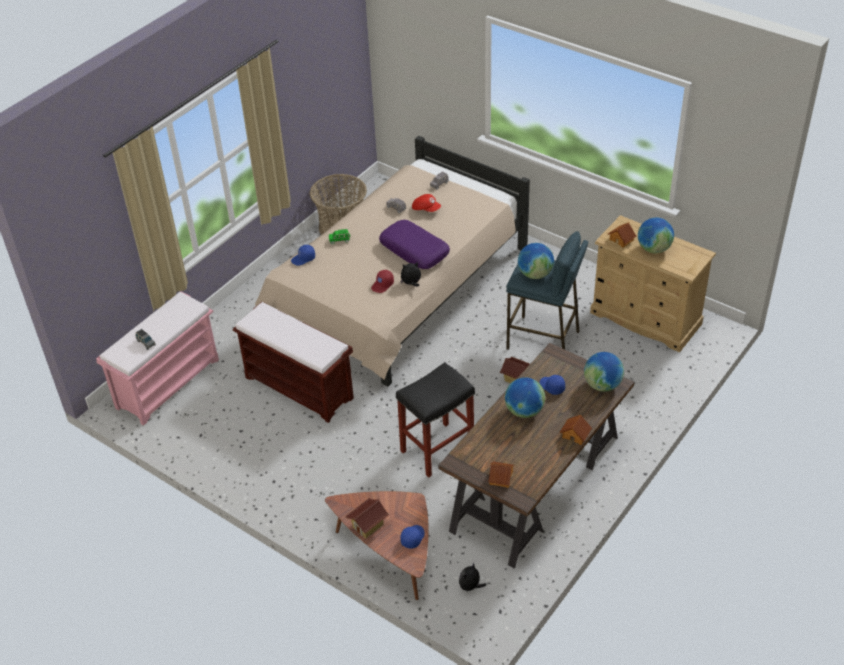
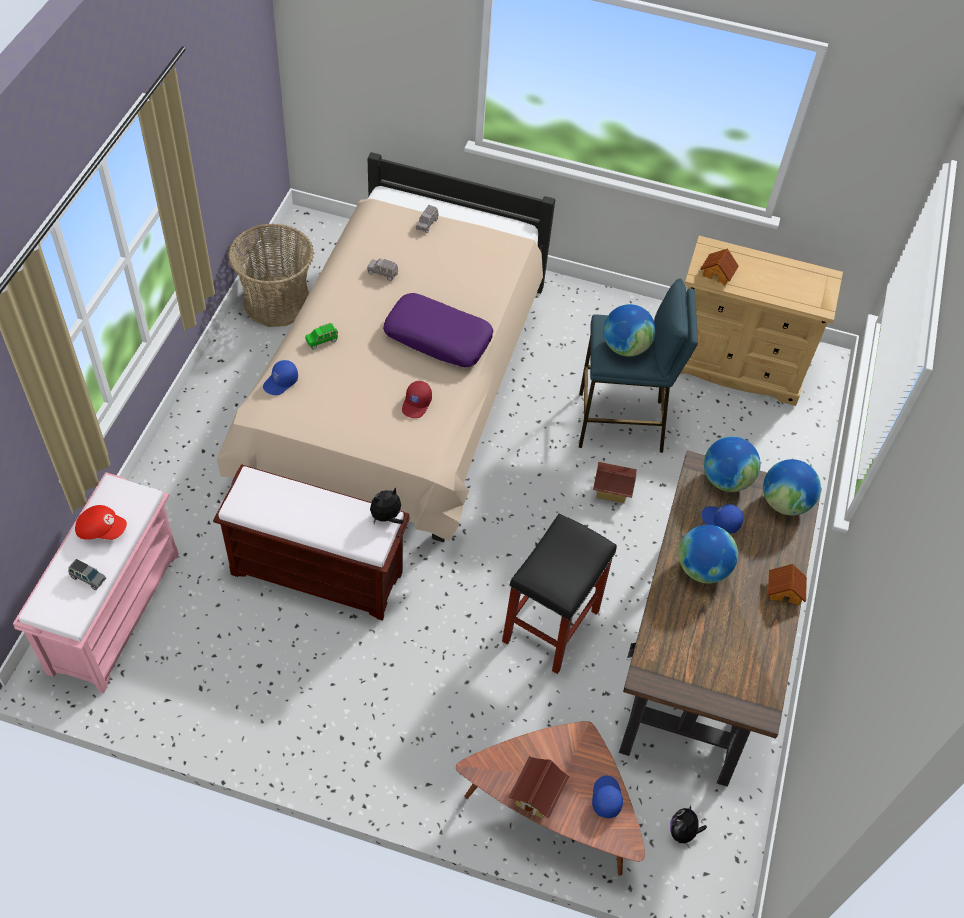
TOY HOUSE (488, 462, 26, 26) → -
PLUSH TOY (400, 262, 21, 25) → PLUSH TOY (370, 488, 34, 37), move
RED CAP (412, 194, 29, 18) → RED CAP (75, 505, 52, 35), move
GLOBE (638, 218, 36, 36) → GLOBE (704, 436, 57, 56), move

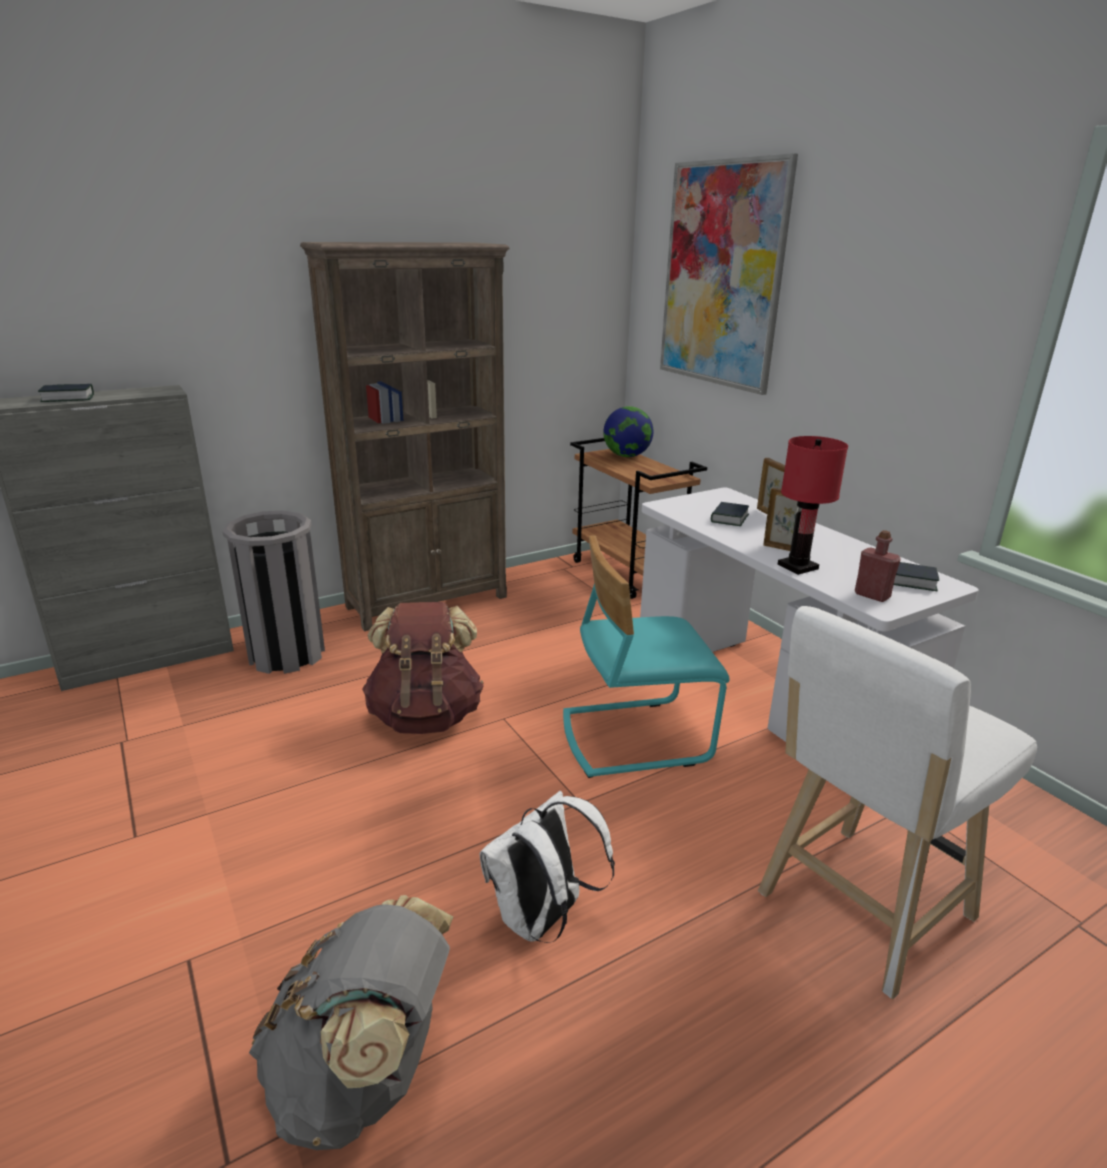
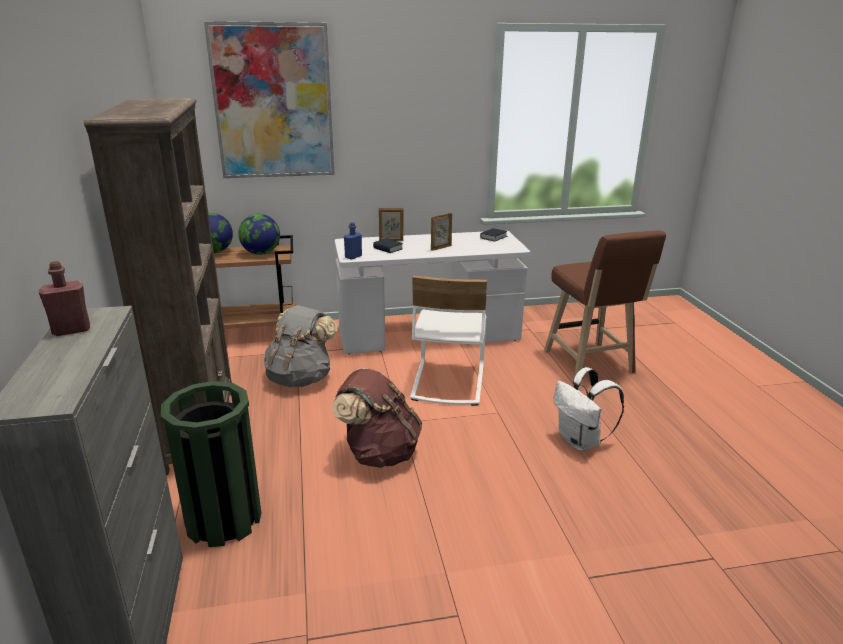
BOOK (38, 384, 56, 18) → -
RED TABLE LAMP (778, 436, 70, 139) → -
- → GLOBE (238, 214, 42, 41)
- → BLUE BOTTLE (344, 222, 18, 37)
GREY BACKPACK (249, 895, 205, 255) → GREY BACKPACK (264, 305, 73, 82), move
RED BOTTLE (855, 530, 46, 72) → RED BOTTLE (39, 261, 51, 75), move
GREY TRASH CAN (222, 511, 103, 163) → GREEN TRASH CAN (161, 381, 100, 166)
TURQUOISE CHAIR (563, 535, 167, 243) → WHITE CHAIR (410, 275, 77, 131)
WHITE STOOL (758, 606, 279, 393) → BROWN STOOL (544, 231, 122, 145)

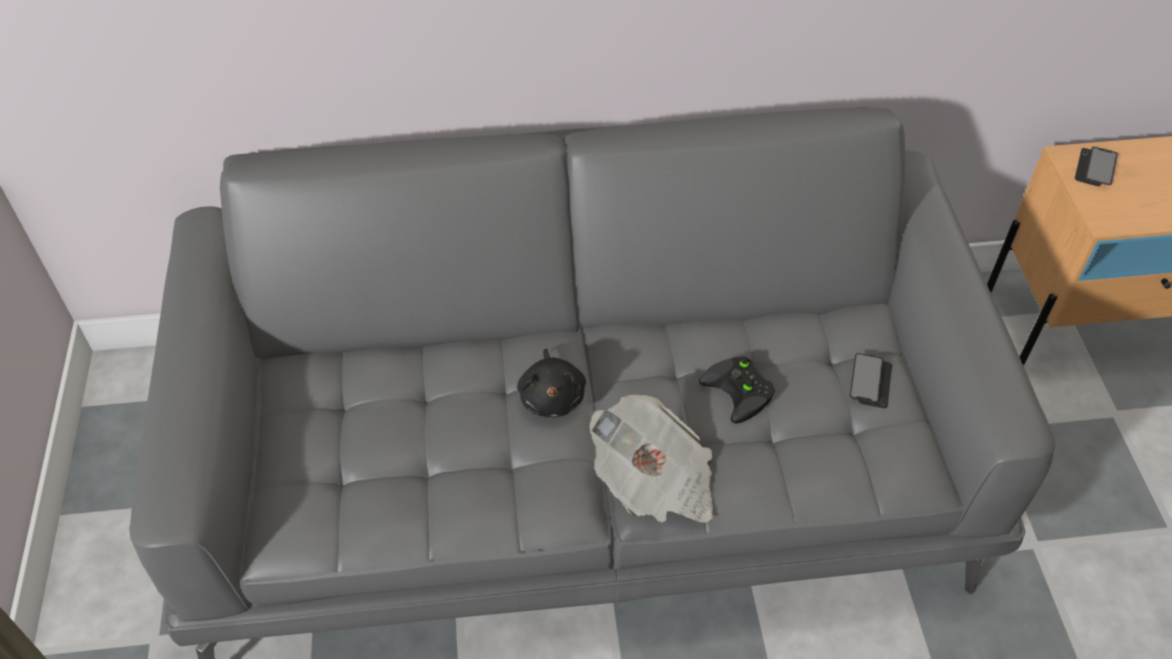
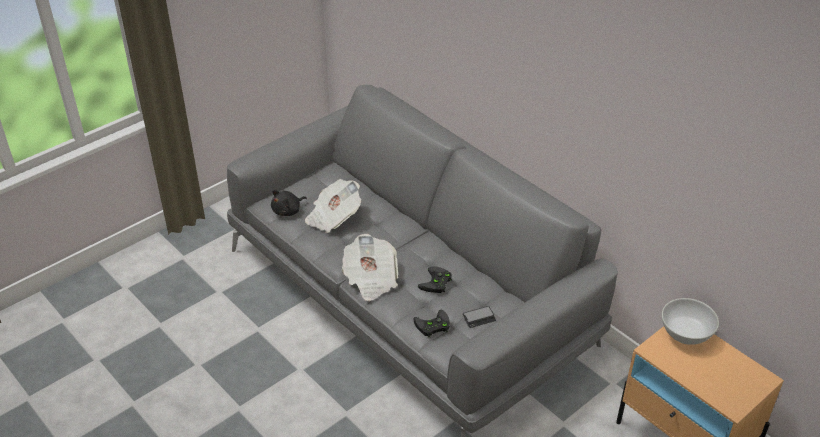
- → NEWSPAPER (305, 179, 56, 54)
- → BLACK GAME CONTROLLER (414, 310, 36, 27)
BLACK PLUSH TOY (517, 349, 69, 69) → BLACK PLUSH TOY (271, 190, 36, 26), move
PHONE (1075, 147, 43, 39) → WHITE BOWL (662, 298, 57, 47)

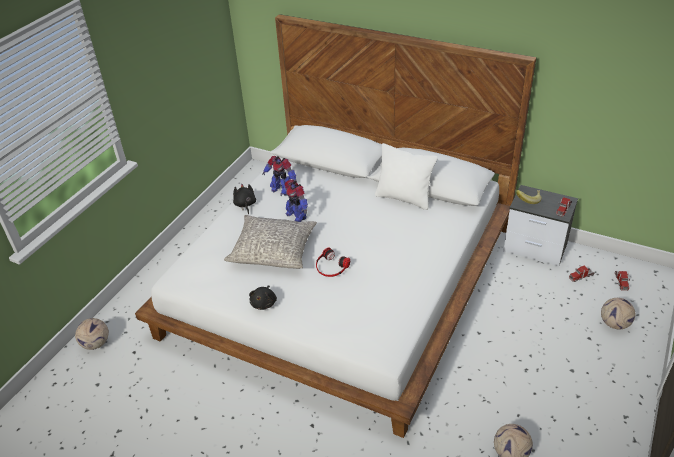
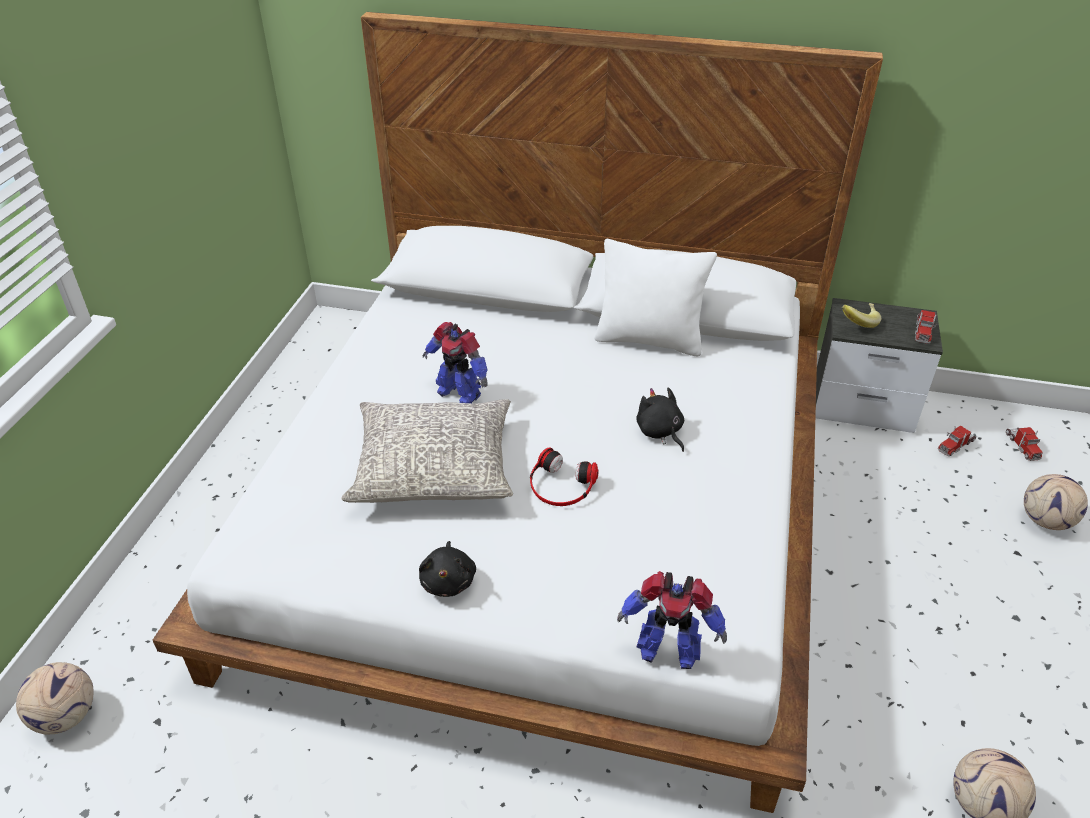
BLACK PLUSH TOY (233, 184, 23, 30) → BLACK PLUSH TOY (636, 387, 48, 65), move
TOY ROBOT (262, 156, 35, 40) → TOY ROBOT (617, 571, 110, 98), move

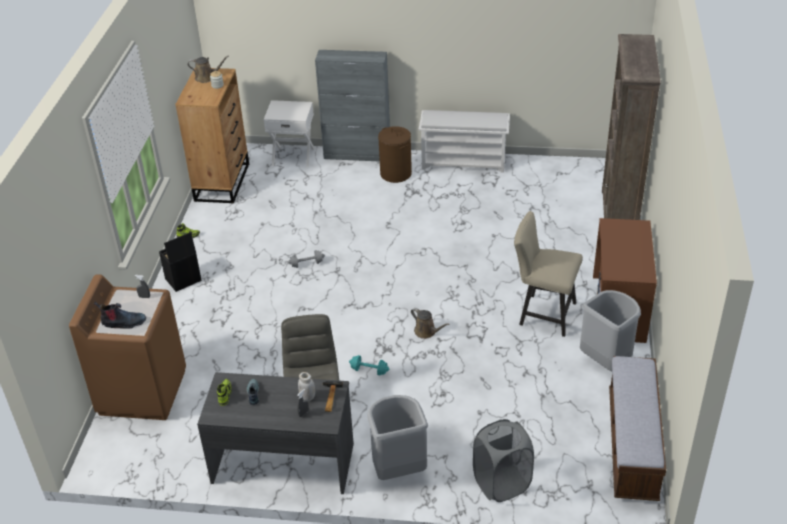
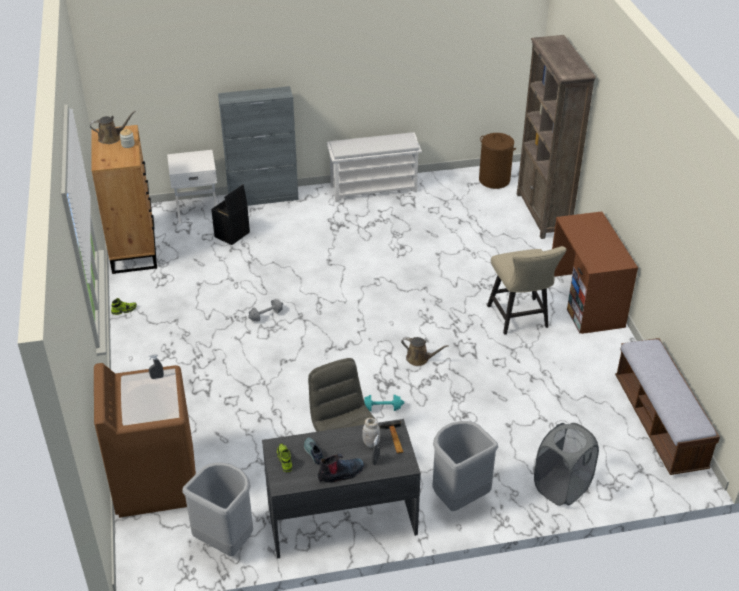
BOOT (94, 302, 52, 27) → BOOT (315, 454, 49, 28), move
BLACK STORAGE BOX (159, 232, 43, 60) → BLACK STORAGE BOX (211, 184, 39, 61), move
BROWN LAUNDRY BASKET (378, 126, 34, 57) → BROWN LAUNDRY BASKET (479, 133, 37, 56), move
GREY TRASH CAN (580, 290, 61, 81) → GREY TRASH CAN (182, 462, 71, 94), move
BEIGE CHAIR (514, 211, 69, 126) → BEIGE CHAIR (487, 246, 80, 89), 105 degrees counterclockwise

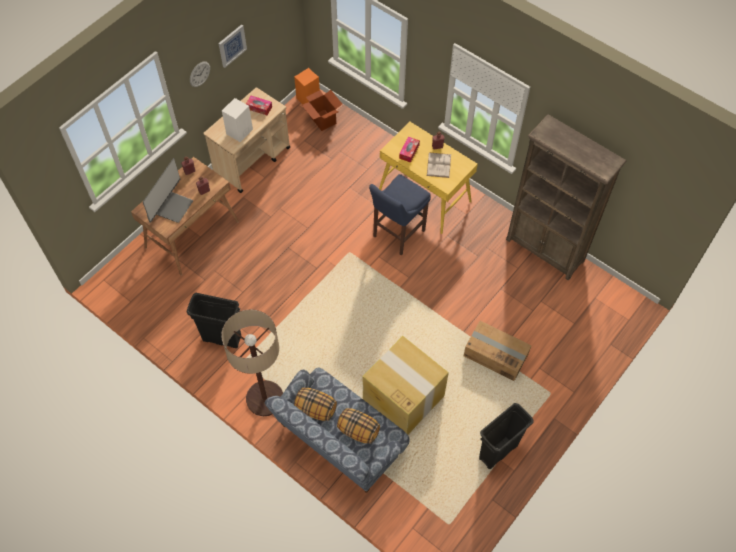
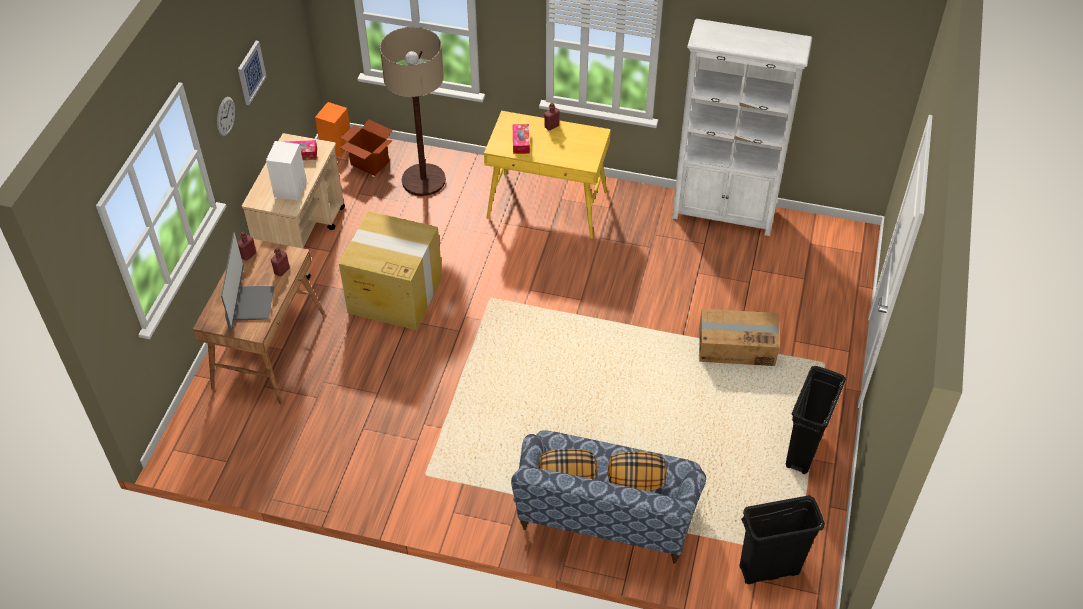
BLUE STOOL (369, 174, 62, 82) → -
WHITE BOOK (427, 152, 24, 26) → -
BLACK TRASH CAN (186, 293, 55, 55) → BLACK TRASH CAN (739, 495, 86, 89), move
FLOOR LAMP (221, 310, 62, 106) → FLOOR LAMP (380, 27, 66, 169), move
CARDBOARD BOX (363, 336, 86, 98) → CARDBOARD BOX (339, 211, 103, 119), move
BROWN BOOKCASE (506, 115, 120, 166) → WHITE BOOKCASE (672, 19, 140, 217)

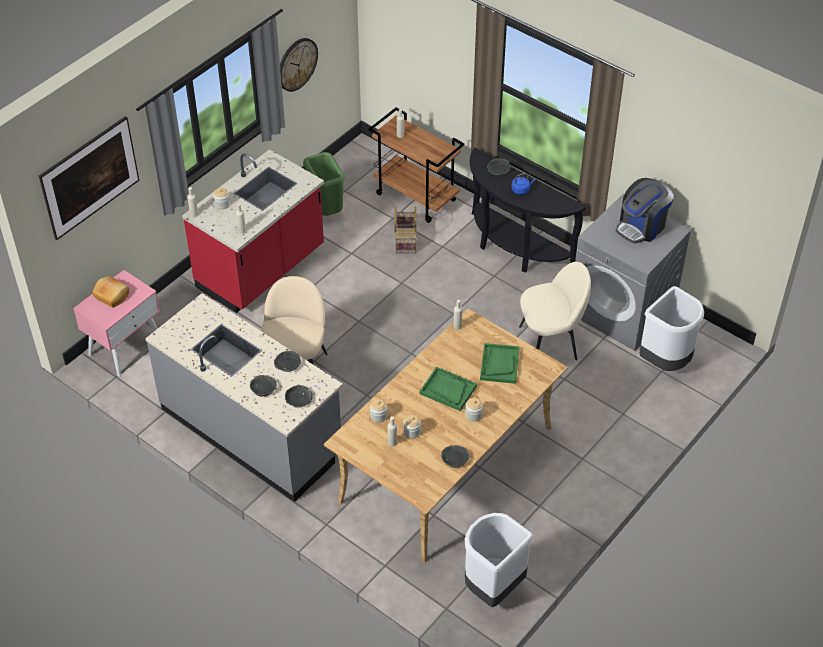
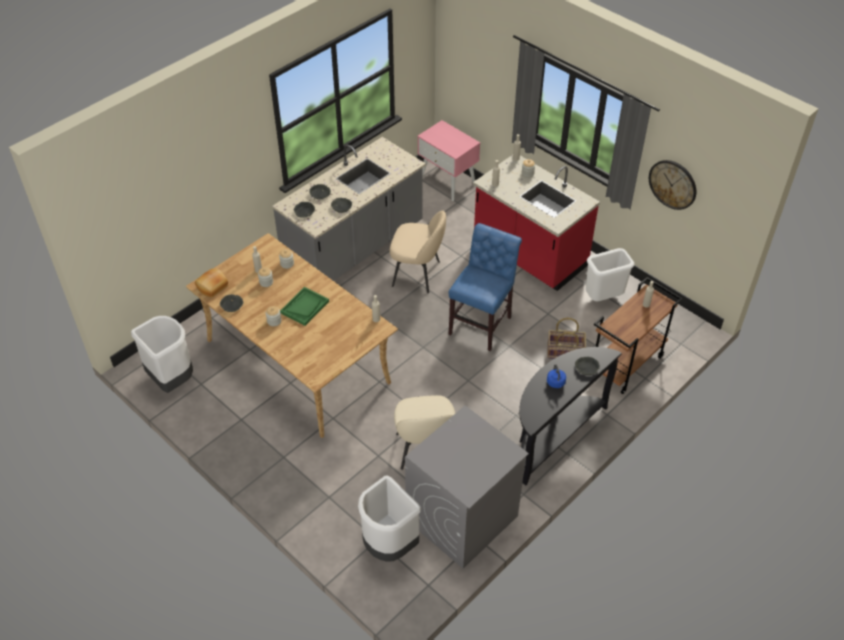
PICTURE (39, 116, 100, 124) → -
GREEN TRAY (480, 343, 40, 41) → -
COFFEE MACHINE (616, 178, 58, 65) → -
- → BLUE CHAIR (449, 223, 73, 128)
BREAD (93, 276, 36, 32) → BREAD (195, 269, 33, 28), move
GREEN TRASH CAN (303, 152, 42, 64) → WHITE TRASH CAN (586, 248, 48, 53)

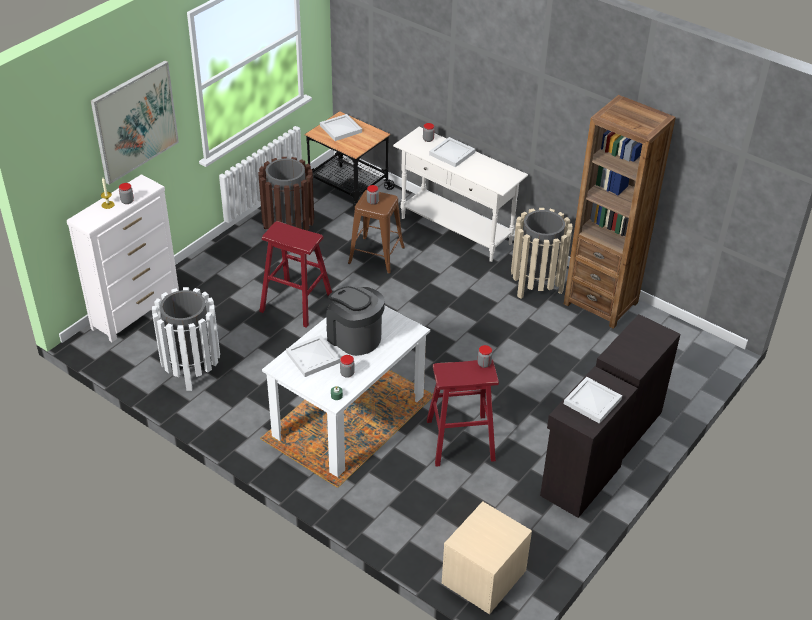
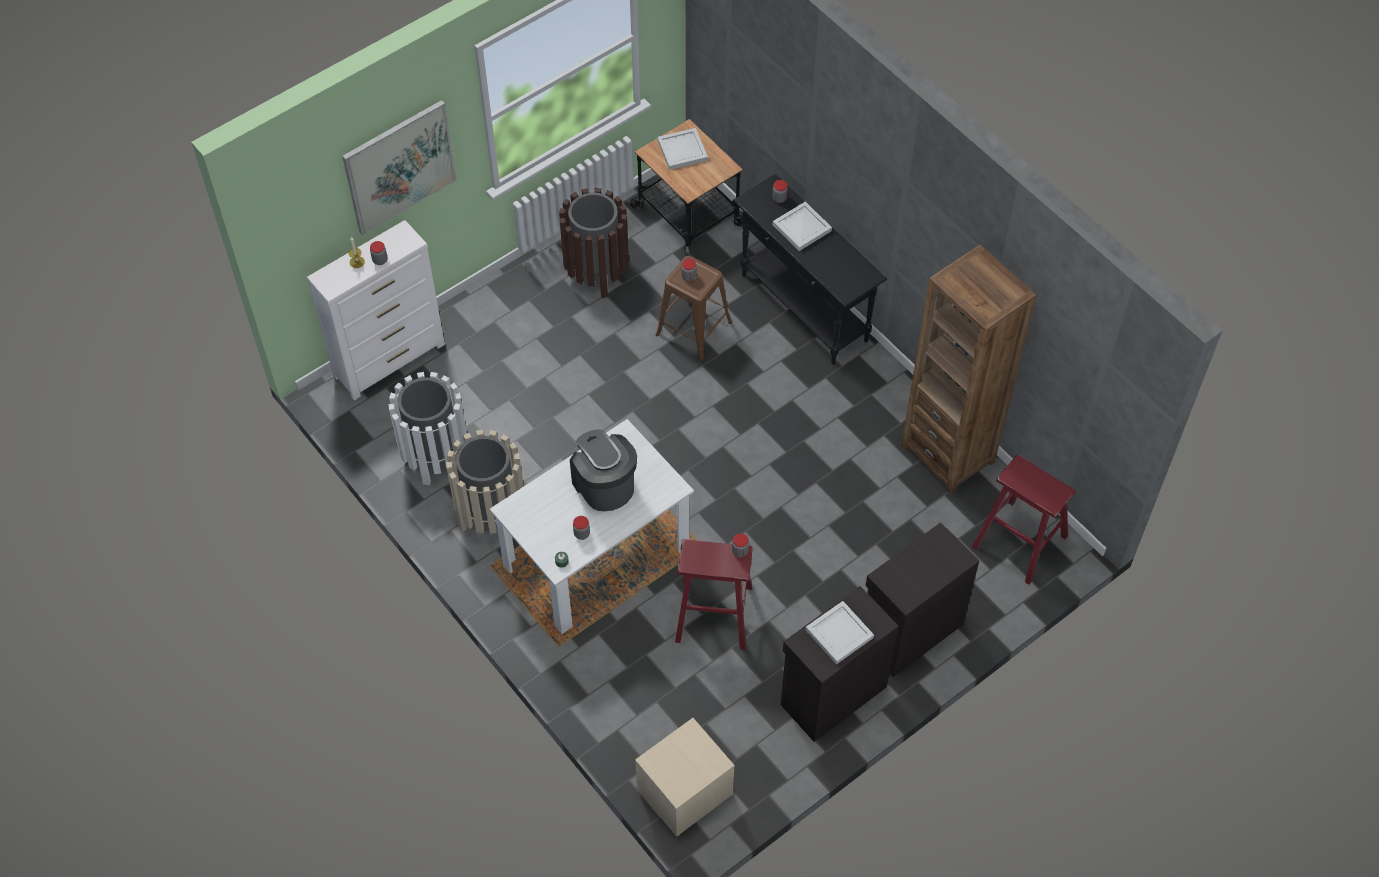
WHITE TRAY (286, 335, 54, 42) → -
RED STOOL (259, 221, 73, 107) → RED STOOL (972, 455, 104, 130), move
BEIGE TRASH CAN (511, 208, 62, 91) → BEIGE TRASH CAN (446, 430, 78, 104), move
WHITE CONSOLE TABLE (393, 127, 135, 135) → BLACK CONSOLE TABLE (733, 174, 154, 191)

